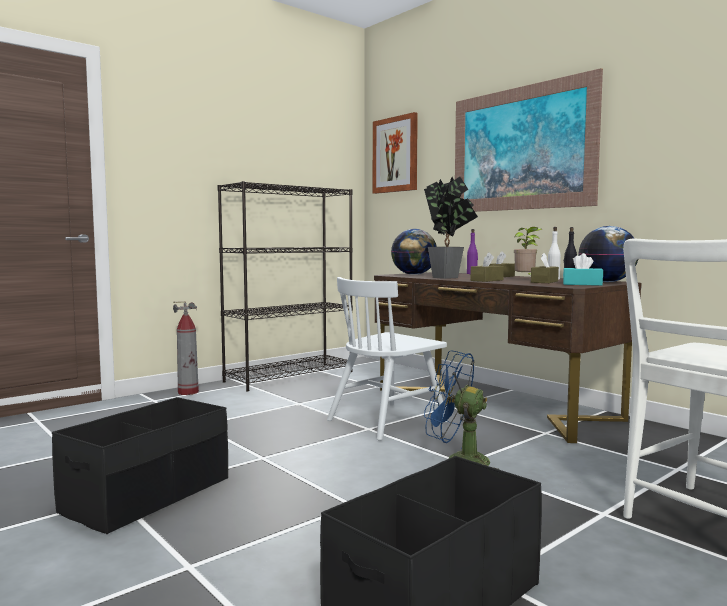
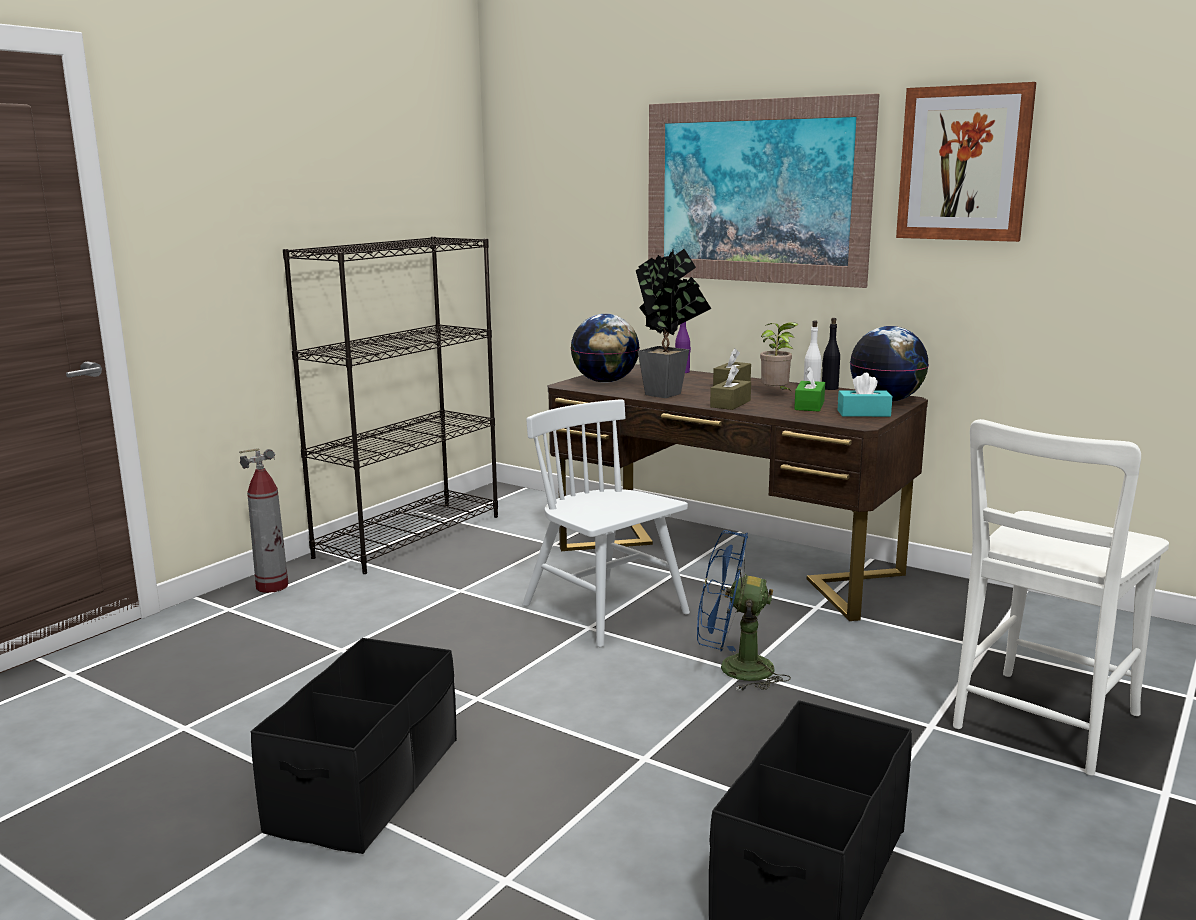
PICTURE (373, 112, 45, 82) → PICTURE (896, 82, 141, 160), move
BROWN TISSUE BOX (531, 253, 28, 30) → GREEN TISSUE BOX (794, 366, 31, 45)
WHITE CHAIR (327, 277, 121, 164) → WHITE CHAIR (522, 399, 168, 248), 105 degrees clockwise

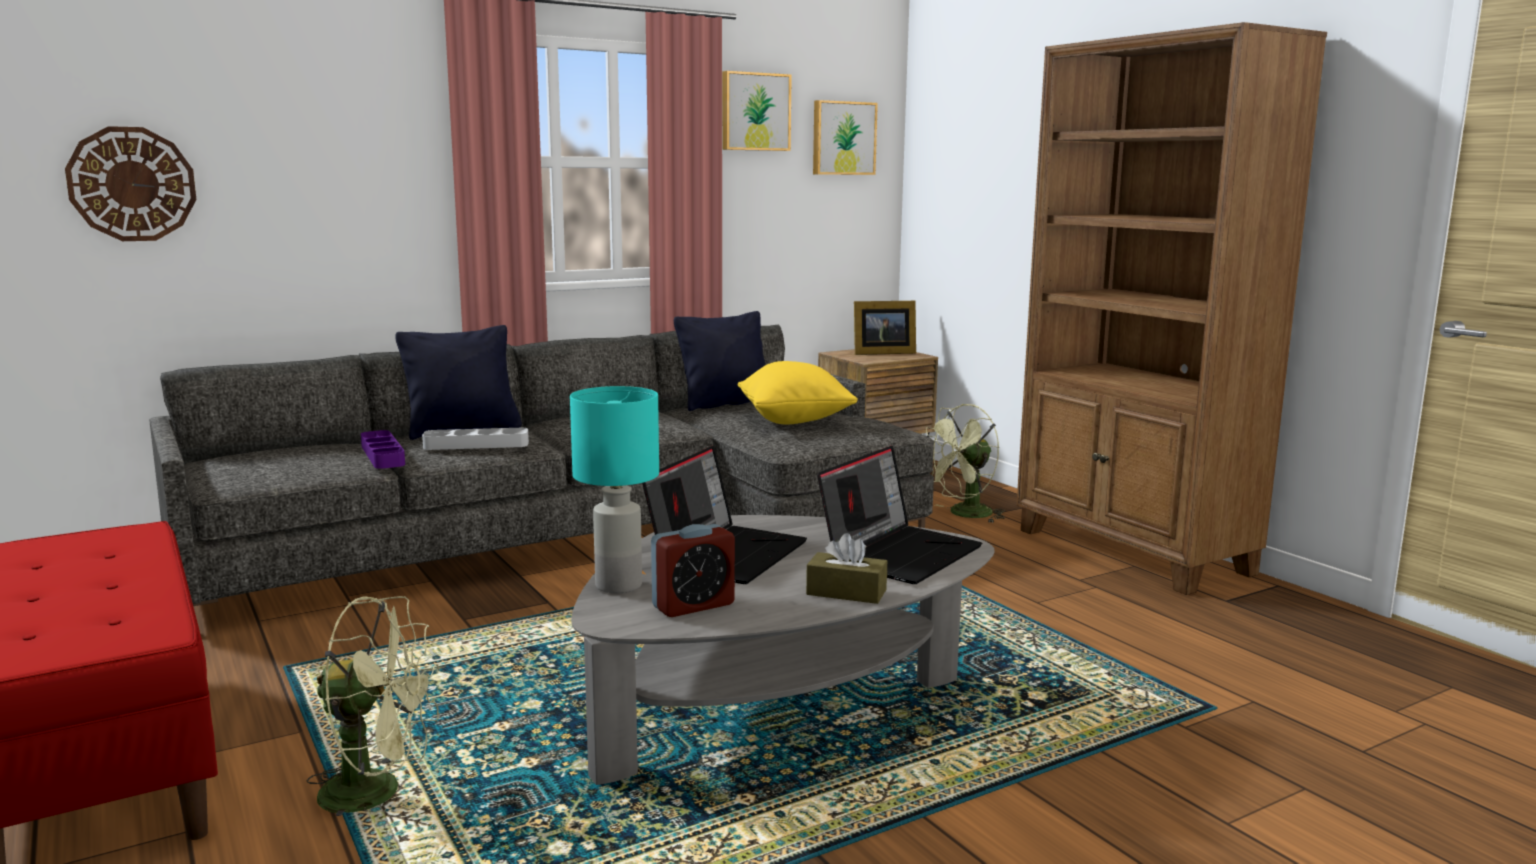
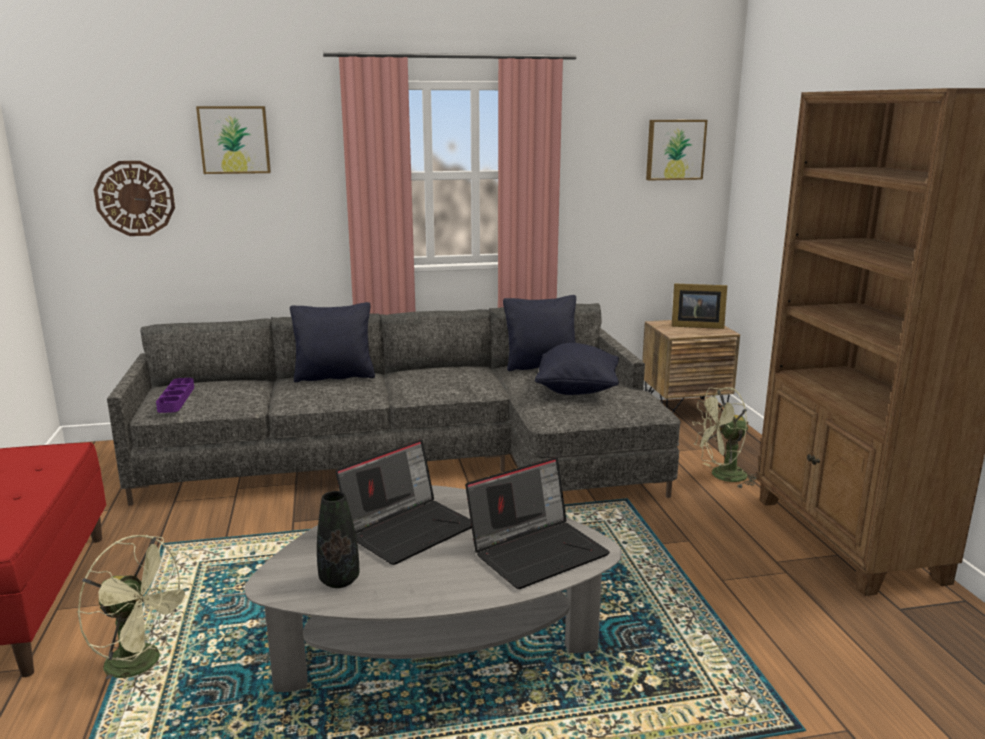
GREY TRAY (422, 428, 107, 22) → -
TURQUOISE TABLE LAMP (570, 386, 89, 207) → -
BROWN TISSUE BOX (806, 533, 81, 71) → -
PURPLE TRAY (361, 430, 44, 39) → PURPLE TRAY (156, 378, 38, 35), move
PICTURE (722, 71, 70, 80) → PICTURE (196, 106, 75, 68), move
ALARM CLOCK (651, 524, 84, 93) → BLACK VASE (317, 491, 42, 97)
YELLOW PILLOW (737, 361, 121, 64) → BLACK PILLOW (535, 343, 84, 52)

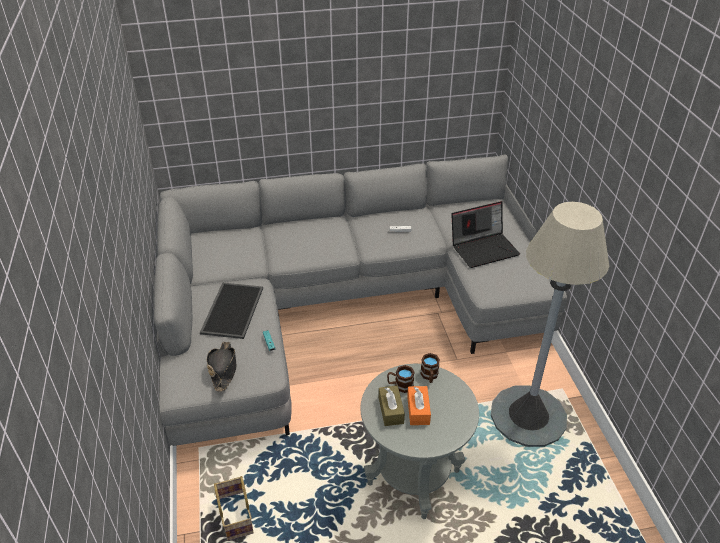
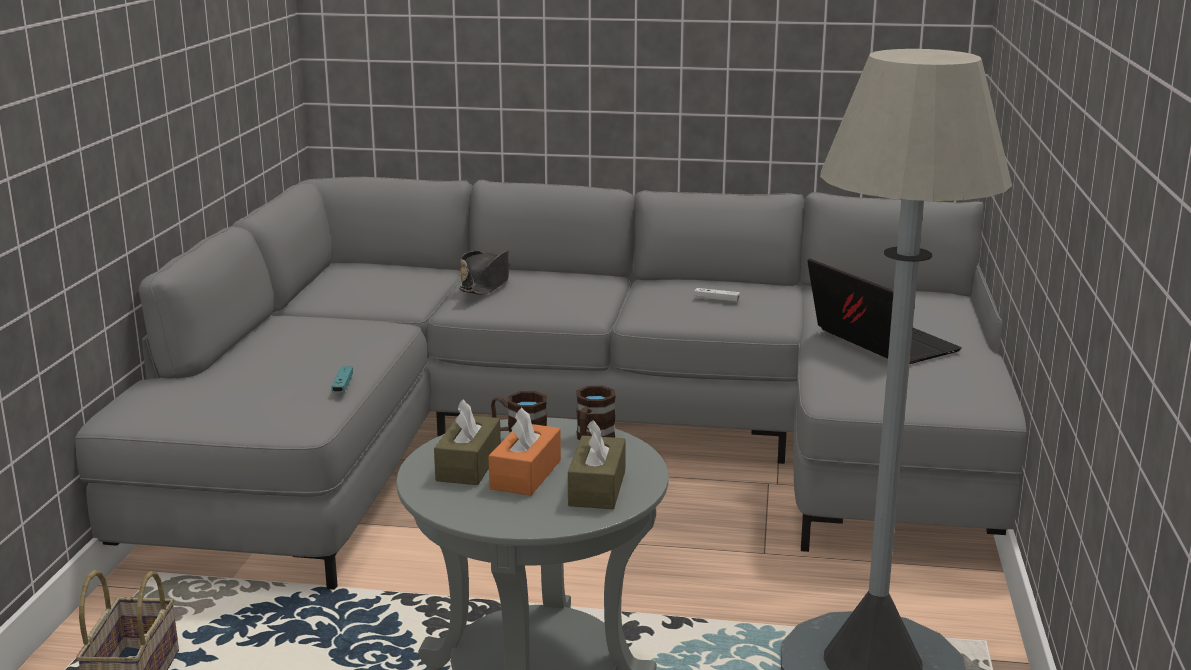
TRAY (200, 283, 63, 56) → -
- → BROWN TISSUE BOX (568, 420, 58, 89)
BLACK HAT (207, 342, 29, 50) → BLACK HAT (459, 250, 52, 45), move
LAPTOP (451, 201, 69, 67) → LAPTOP (807, 258, 155, 106), 120 degrees counterclockwise

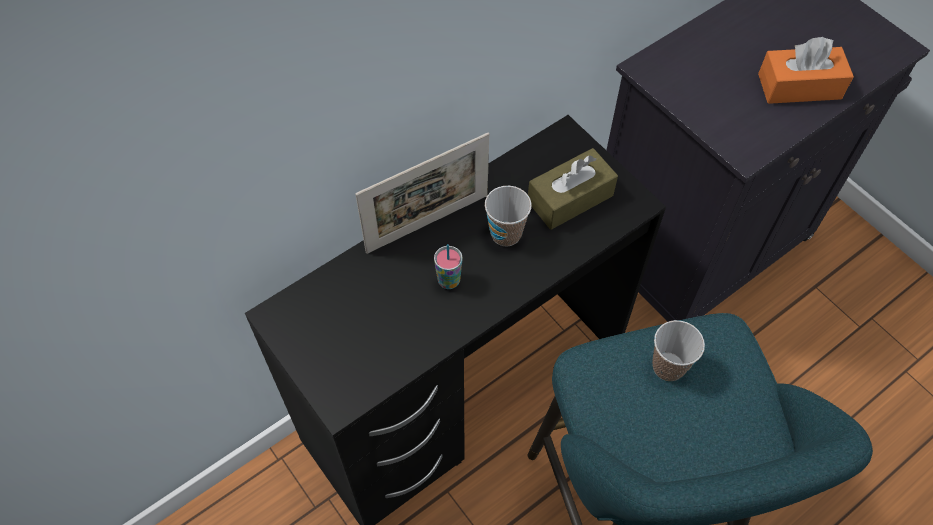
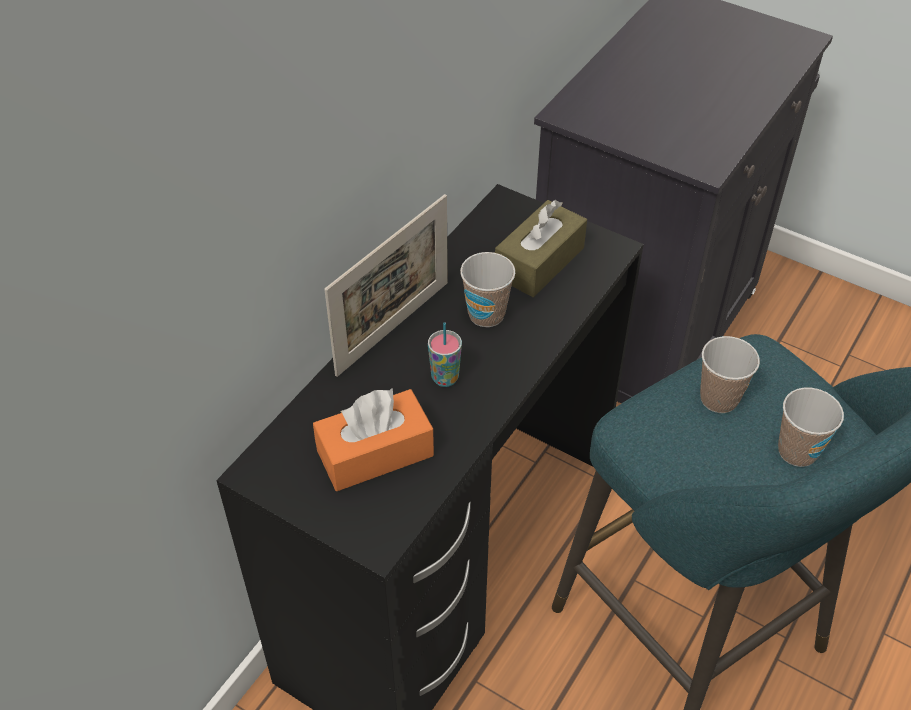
- → CUP (778, 388, 66, 79)
ORANGE TISSUE BOX (758, 37, 96, 67) → ORANGE TISSUE BOX (313, 388, 121, 103), move

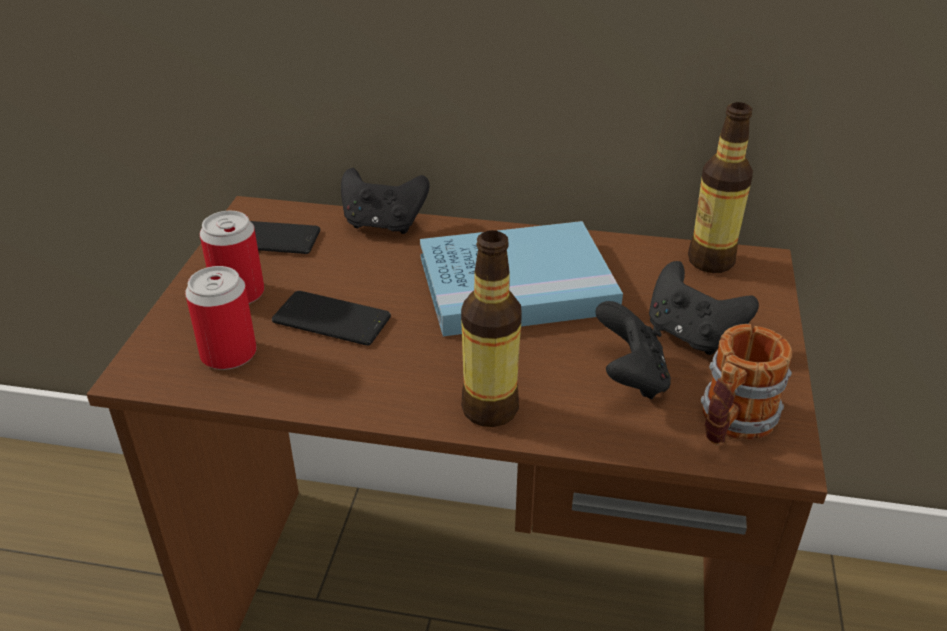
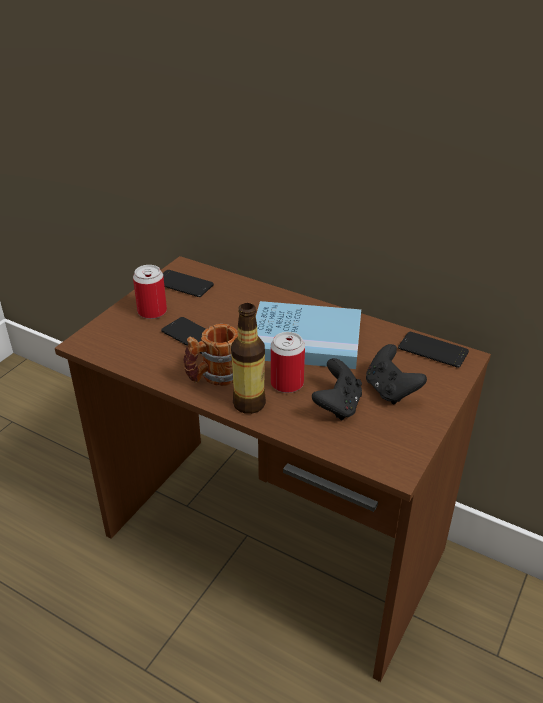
BLACK GAME CONTROLLER (341, 168, 89, 66) → -
CAN (185, 266, 72, 104) → CAN (271, 332, 34, 61), move
MUG (701, 324, 91, 121) → MUG (184, 324, 54, 62), move
BOTTLE (688, 102, 65, 171) → PHONE (398, 332, 71, 36)

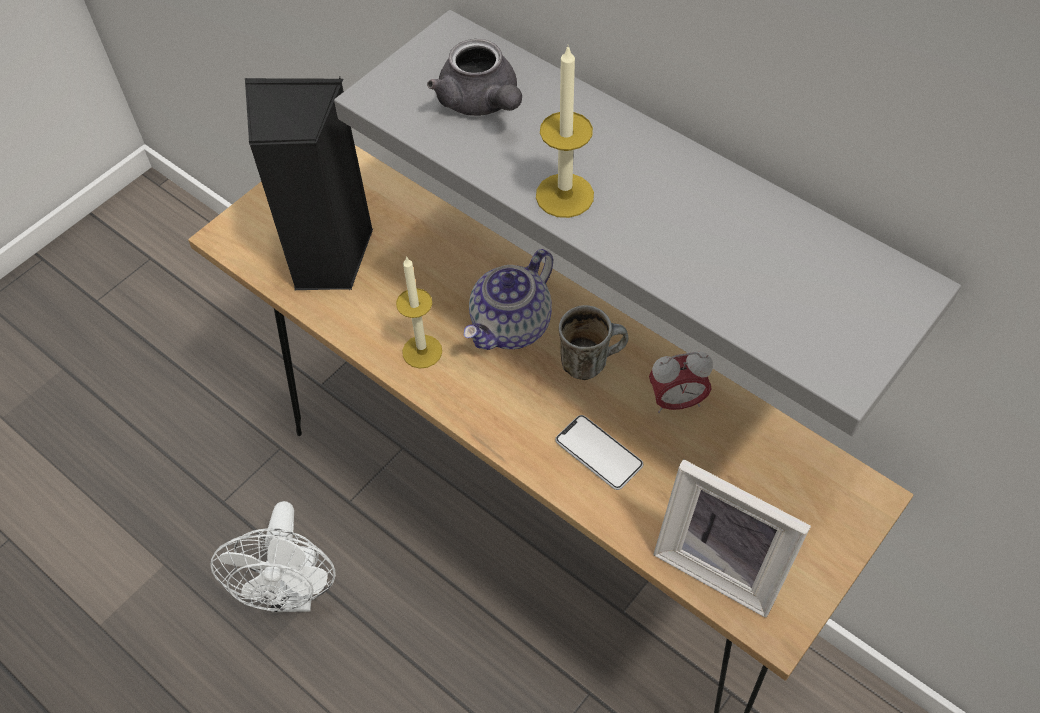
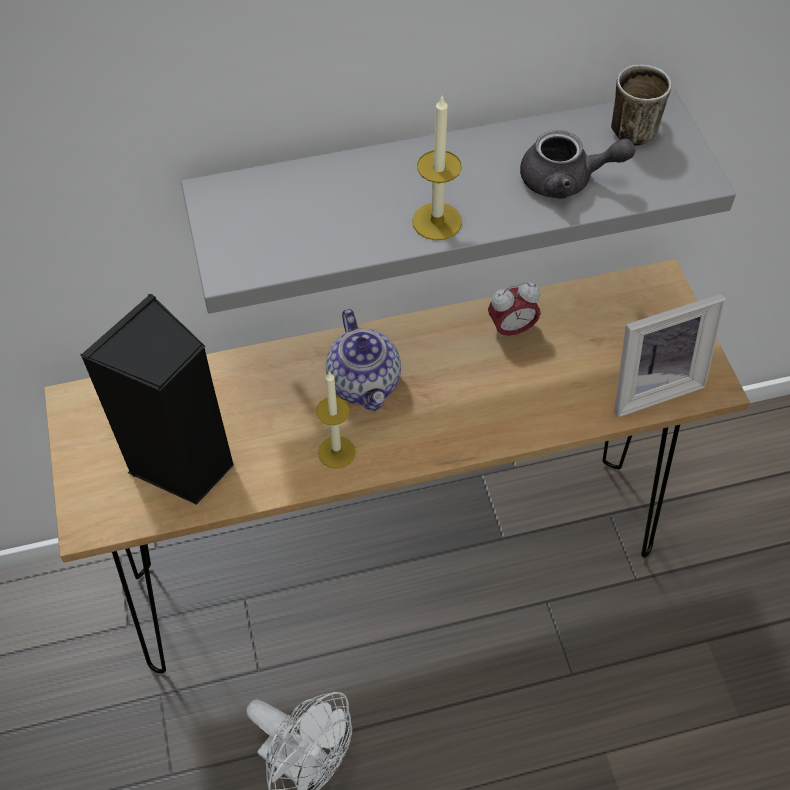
PHONE (555, 415, 88, 75) → -
GREY TEAPOT (427, 39, 95, 77) → GREY TEAPOT (520, 130, 115, 69), move
MUG (559, 305, 69, 75) → MUG (611, 64, 61, 82), move
ALARM CLOCK (649, 352, 64, 61) → ALARM CLOCK (488, 282, 53, 58), 45 degrees clockwise

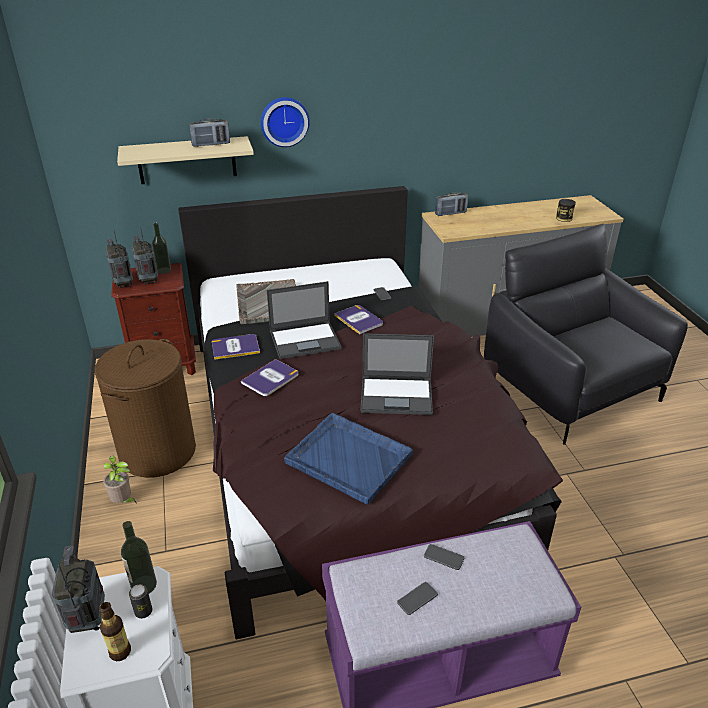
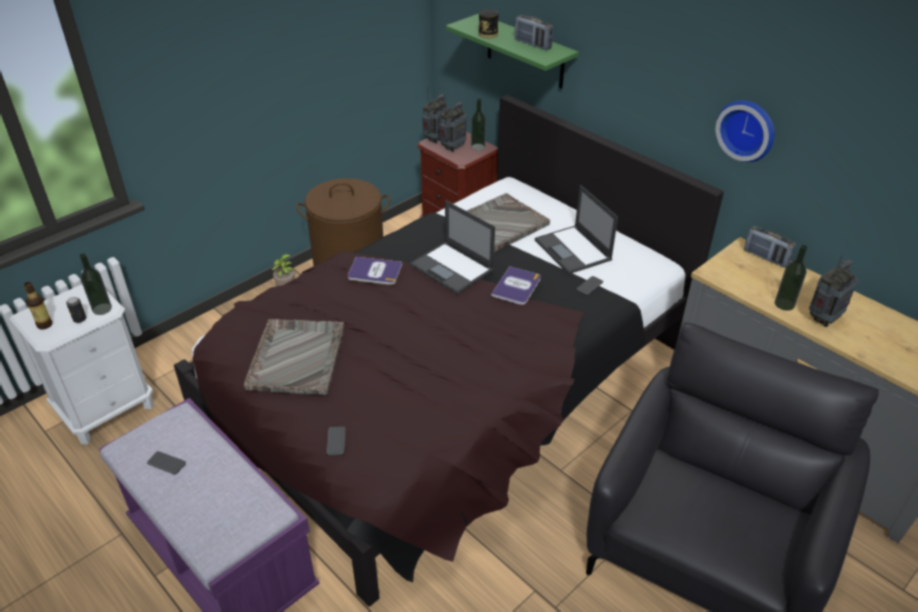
BOOK (212, 334, 48, 26) → -
- → BOTTLE (775, 245, 33, 66)
RADIO (52, 545, 53, 88) → RADIO (809, 255, 49, 72), move
WALL CLOCK (261, 97, 49, 50) → WALL CLOCK (716, 100, 58, 62), move
LAPTOP (360, 333, 74, 82) → LAPTOP (535, 185, 83, 89), move
PHONE (424, 544, 40, 26) → PHONE (327, 427, 19, 29), move
CAN (556, 199, 20, 23) → CAN (478, 9, 21, 29), move
BEIGE SHELF (117, 136, 137, 48) → GREEN SHELF (446, 14, 133, 75)
BLUE TRAY (284, 413, 129, 91) → GREY TRAY (244, 319, 101, 76)

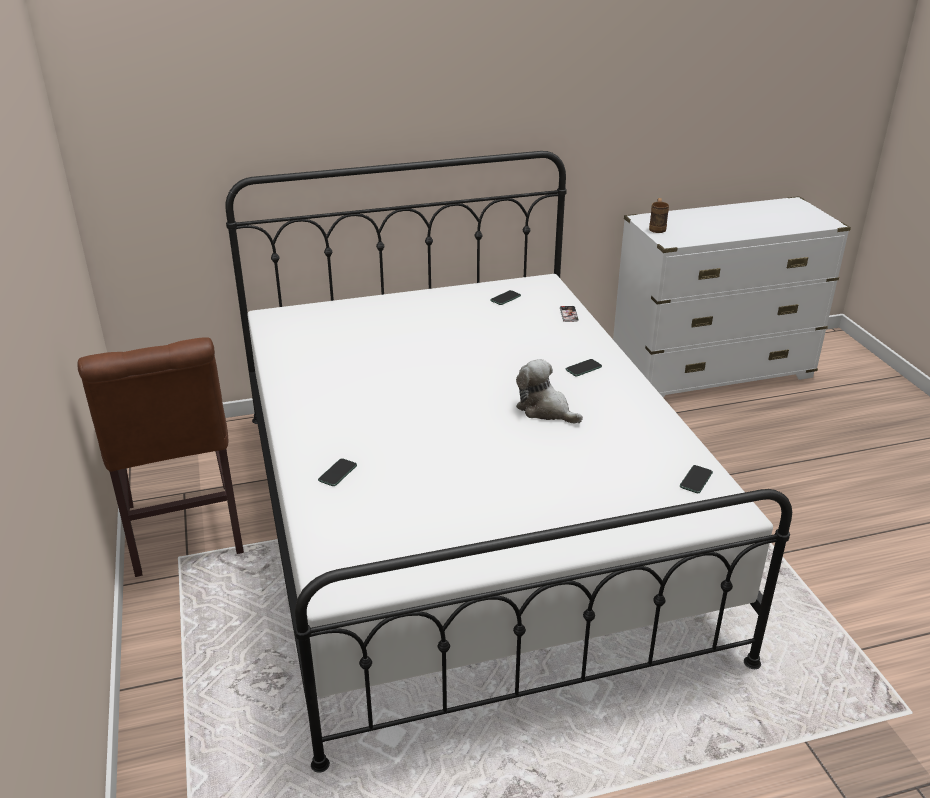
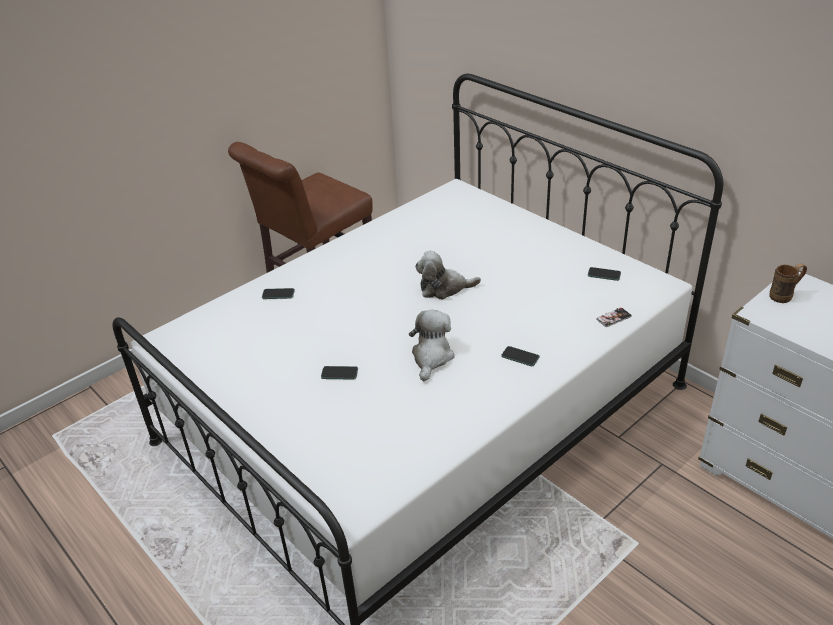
- → PLUSH TOY (415, 251, 66, 48)
PHONE (680, 465, 33, 28) → PHONE (321, 366, 37, 13), move

